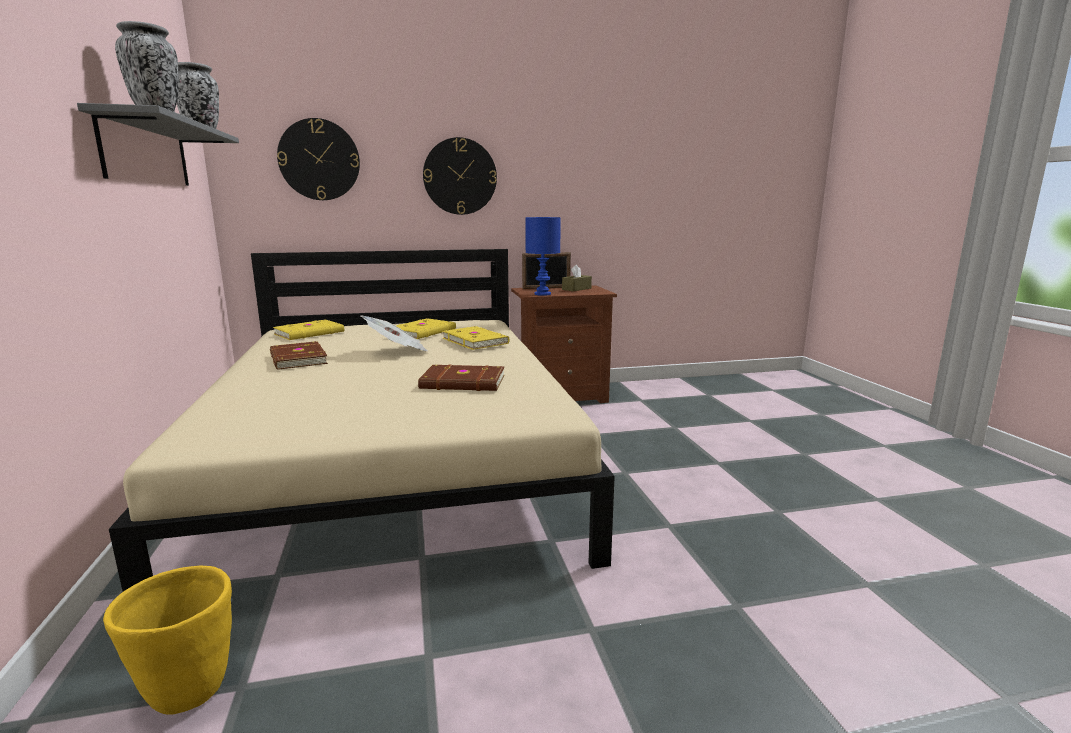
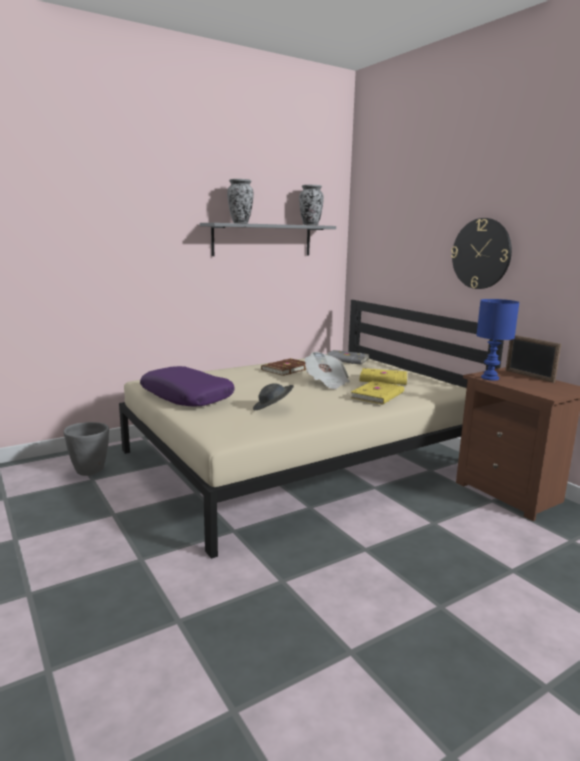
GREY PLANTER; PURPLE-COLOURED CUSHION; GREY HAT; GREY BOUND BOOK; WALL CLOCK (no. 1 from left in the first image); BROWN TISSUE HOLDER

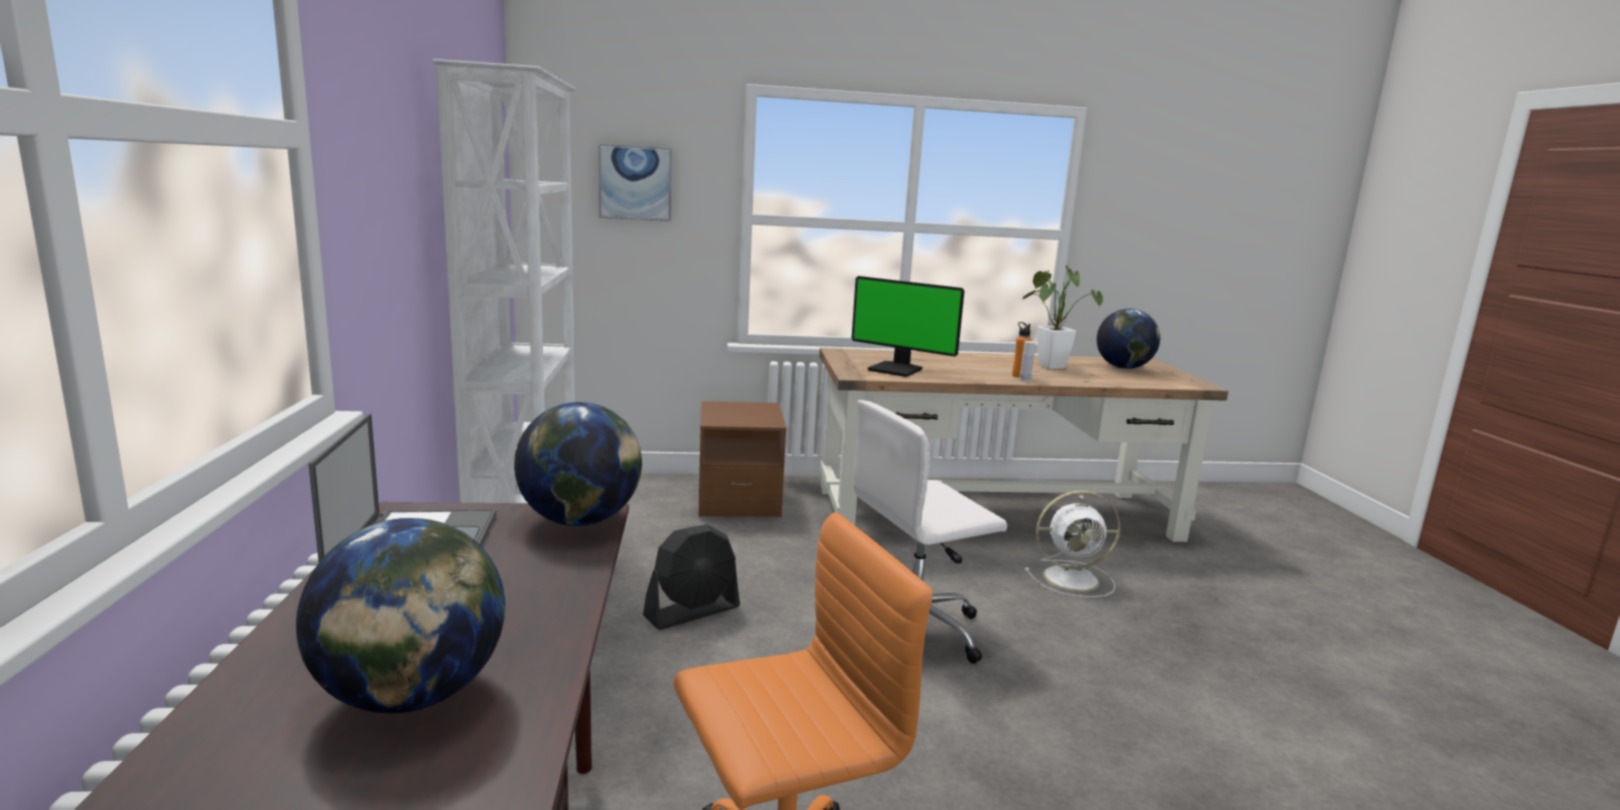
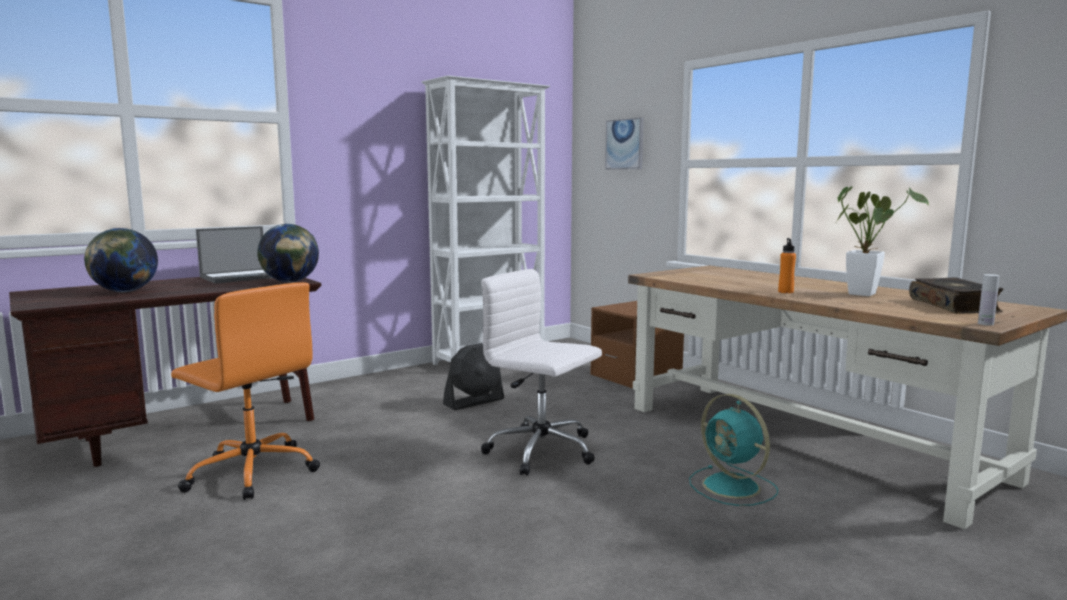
BLACKISH FAN; TURQUOISE FAN; BOUND BOOK; WHITISH DRINK BOTTLE; COMPUTER DISPLAY

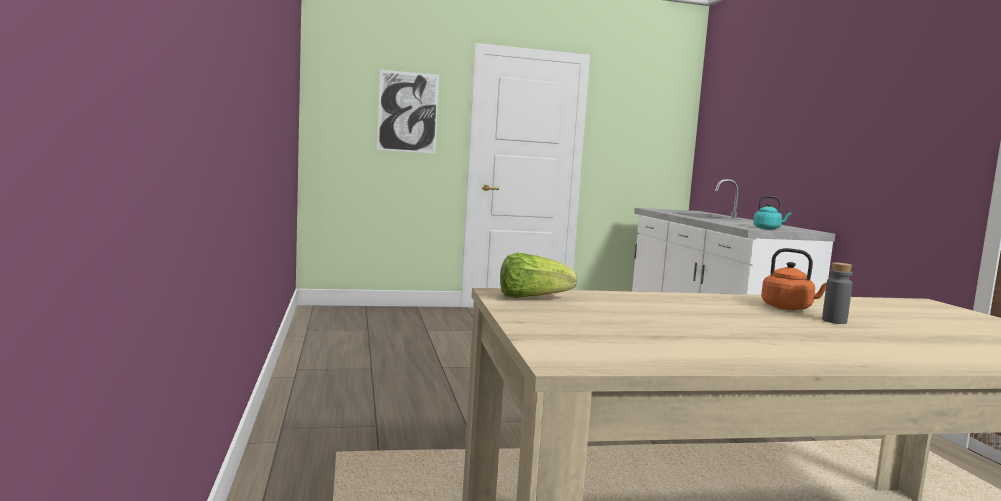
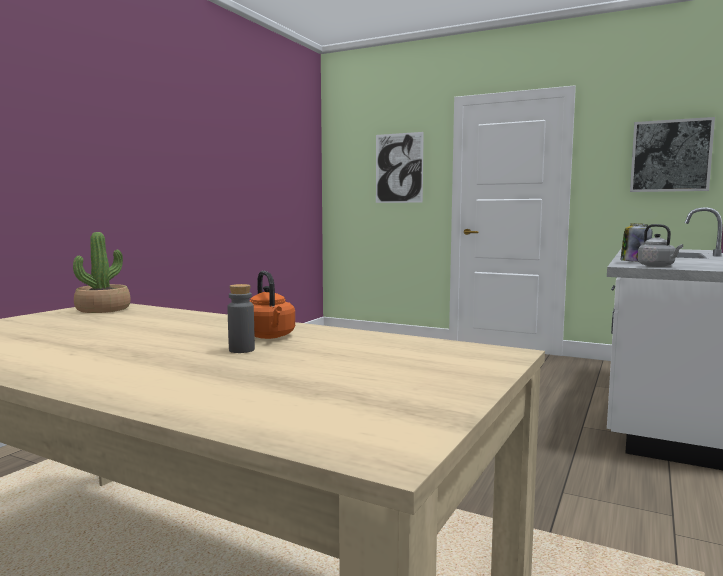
POTTED PLANT; PRESERVE JAR; WALL PICTURE (no. 2 from left); GREY KETTLE

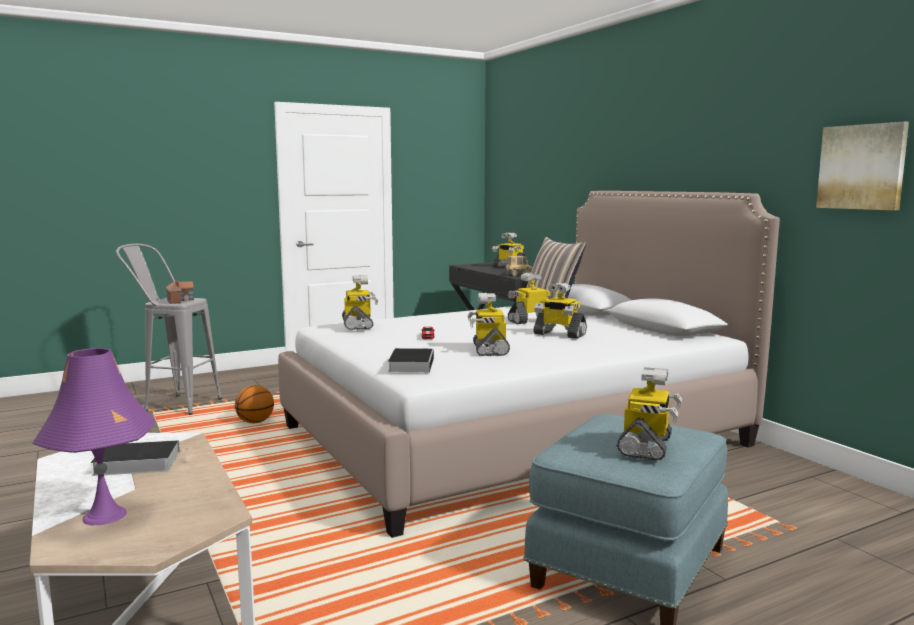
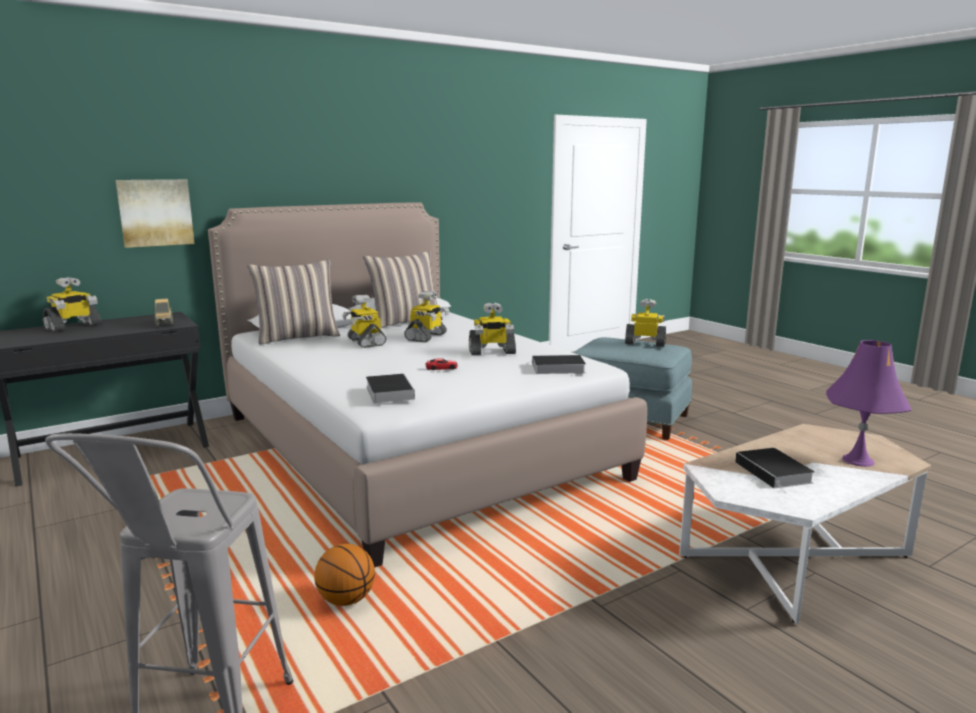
WALL PICTURE; CUSHION (no. 2 from left); BOUND BOOK (no. 1 from left); MODEL HOUSE

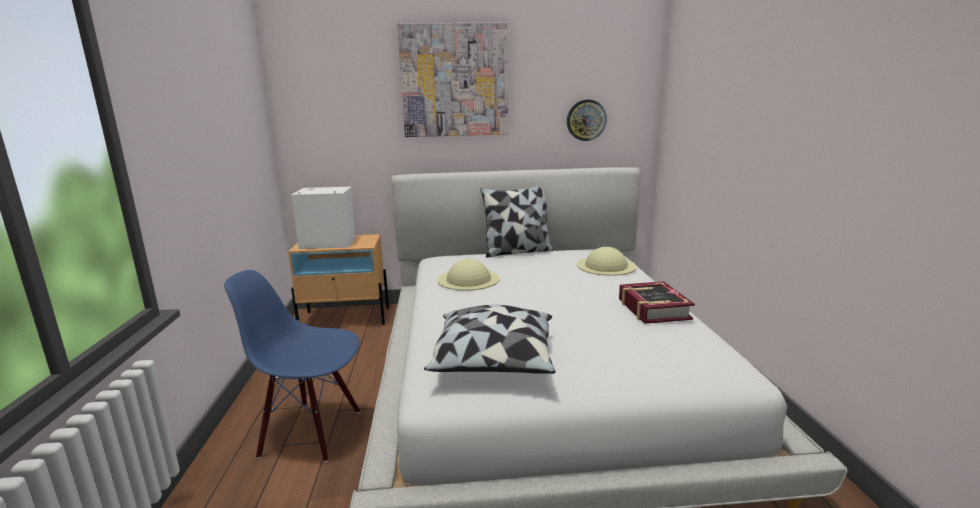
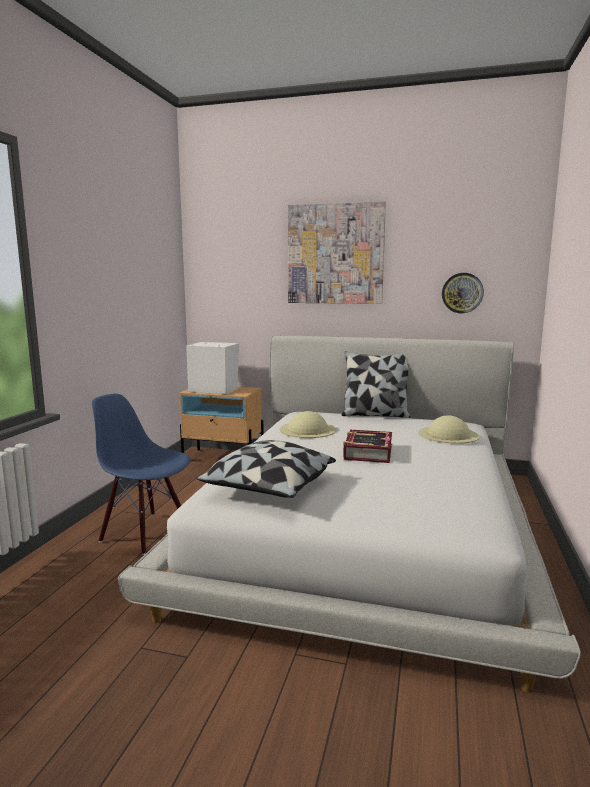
BOUND BOOK

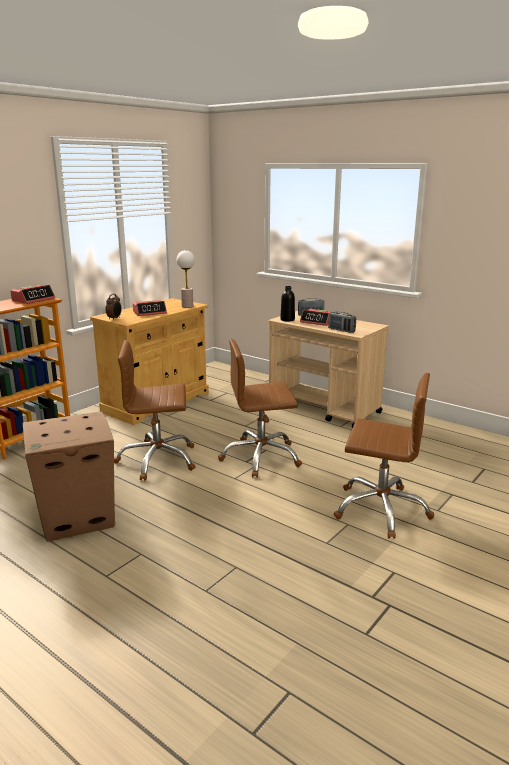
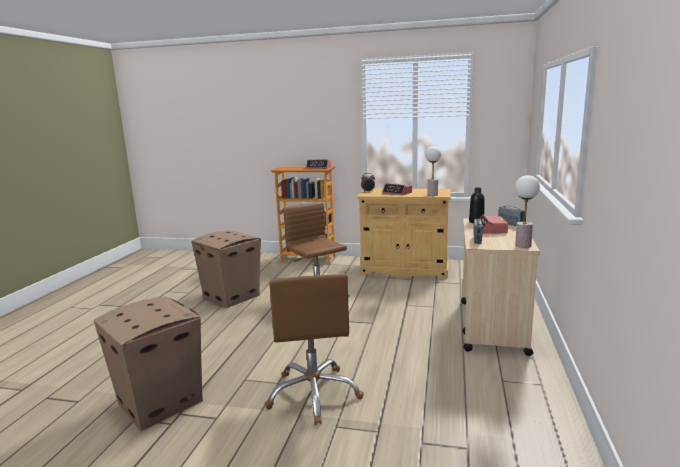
CARTON (no. 1 from left); TABLE LAMP (no. 2 from left); BROWN DESK CHAIR (no. 2 from left in the first image)

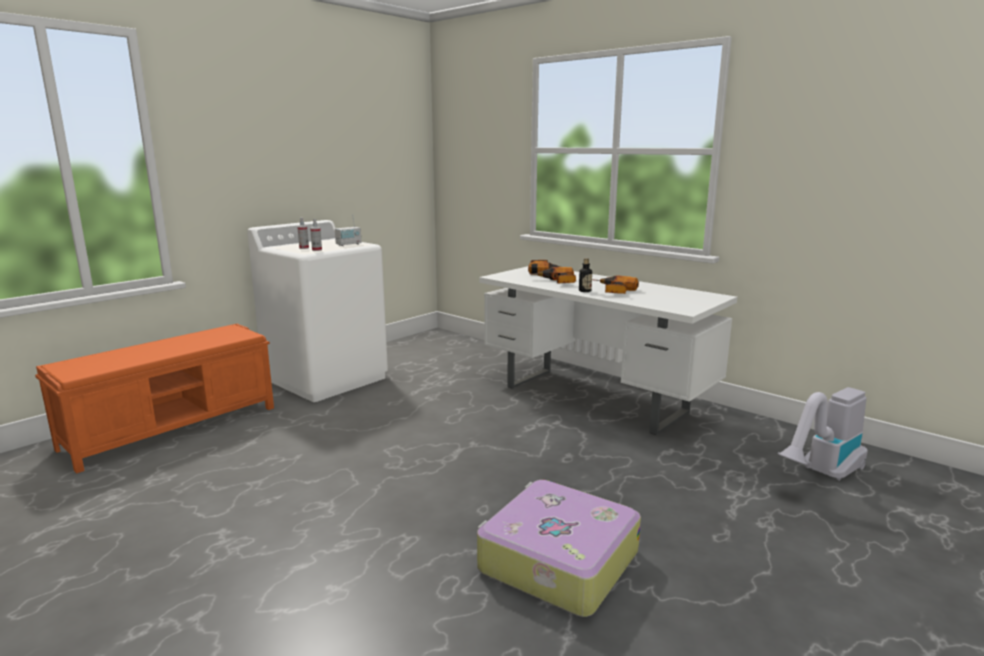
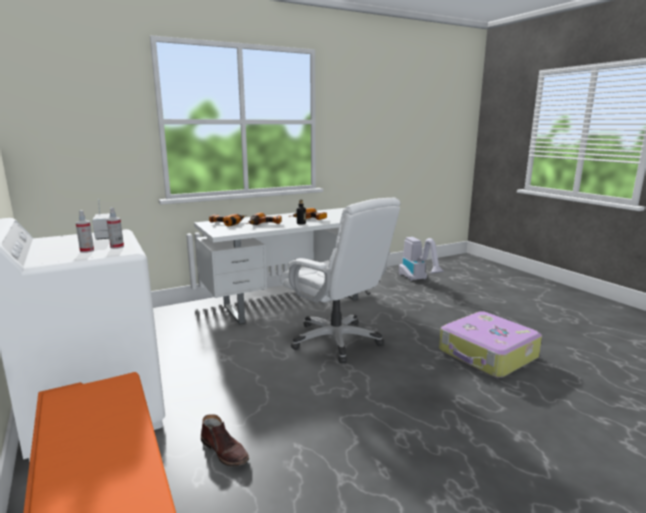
BROWN HIGH-TOP BOOT; WHITISH DESK CHAIR

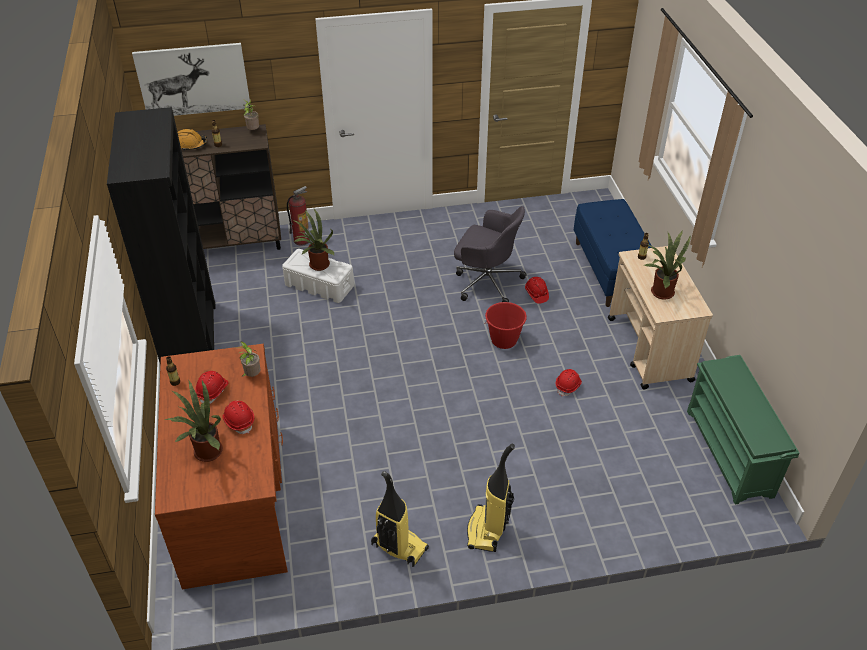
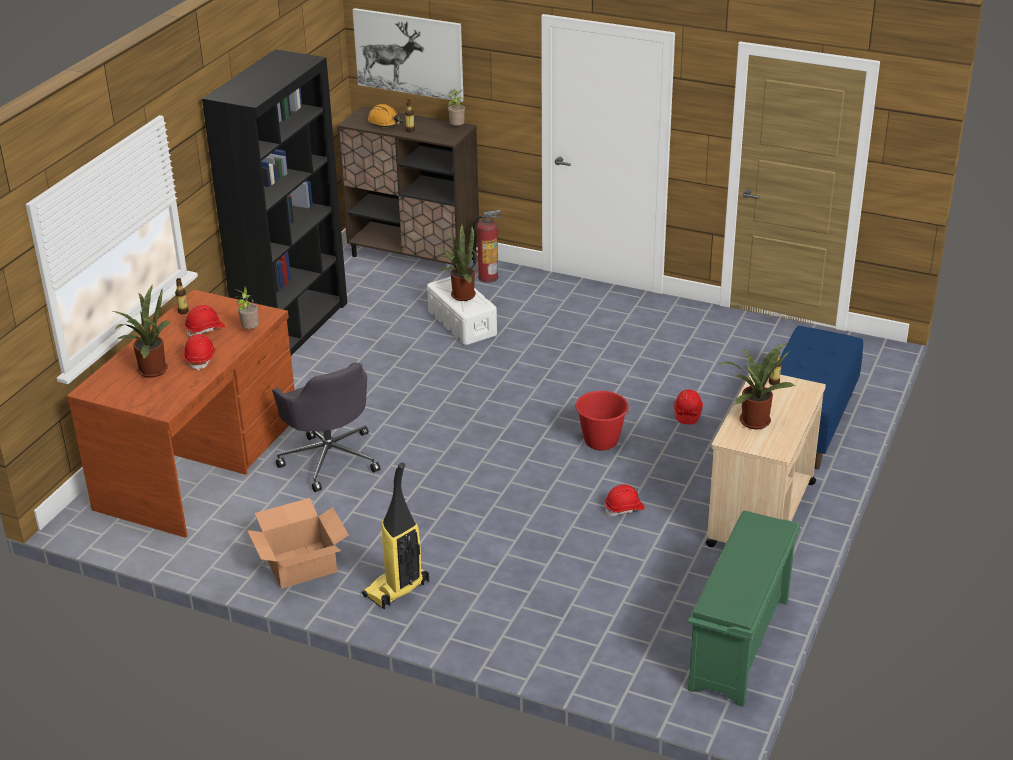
CARTON; GREY DESK CHAIR

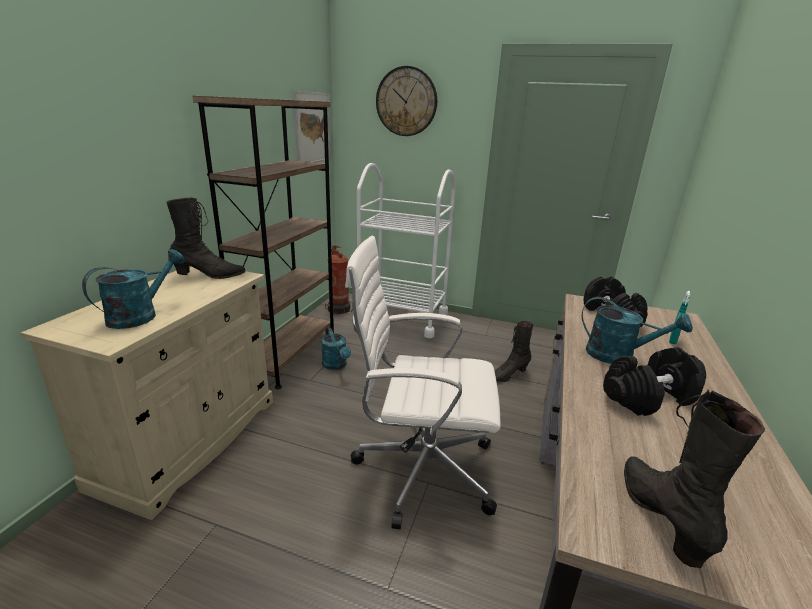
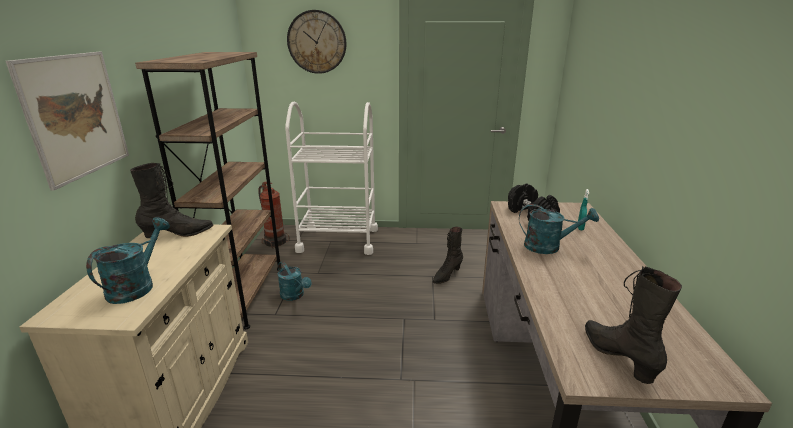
WALL PICTURE; WHITISH DESK CHAIR; BLACKISH HAND WEIGHT (no. 2 from left in the first image)

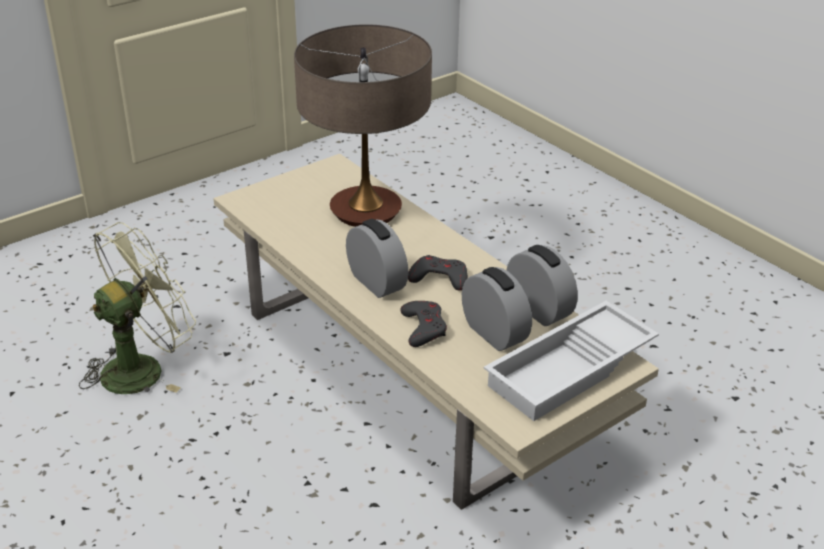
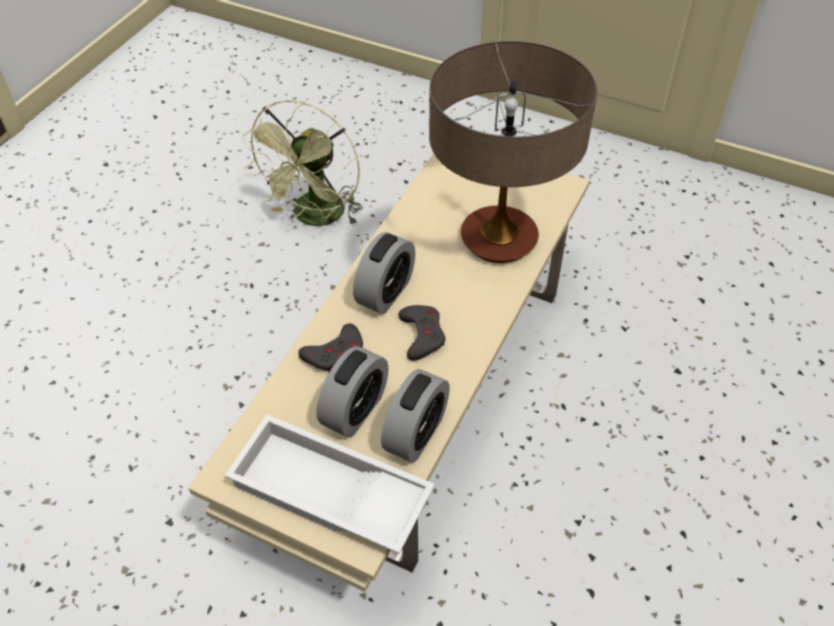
GREEN FAN

